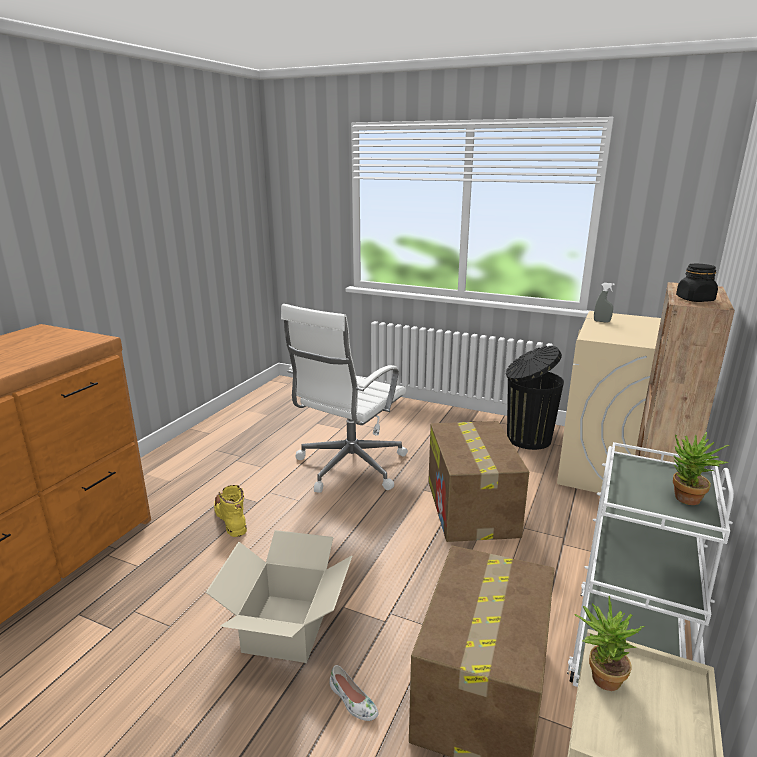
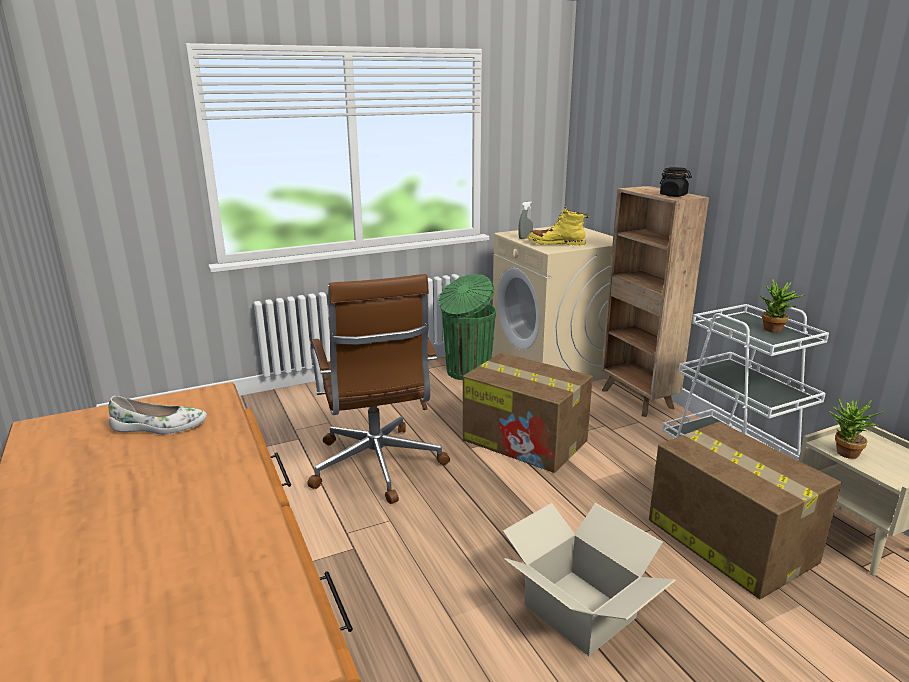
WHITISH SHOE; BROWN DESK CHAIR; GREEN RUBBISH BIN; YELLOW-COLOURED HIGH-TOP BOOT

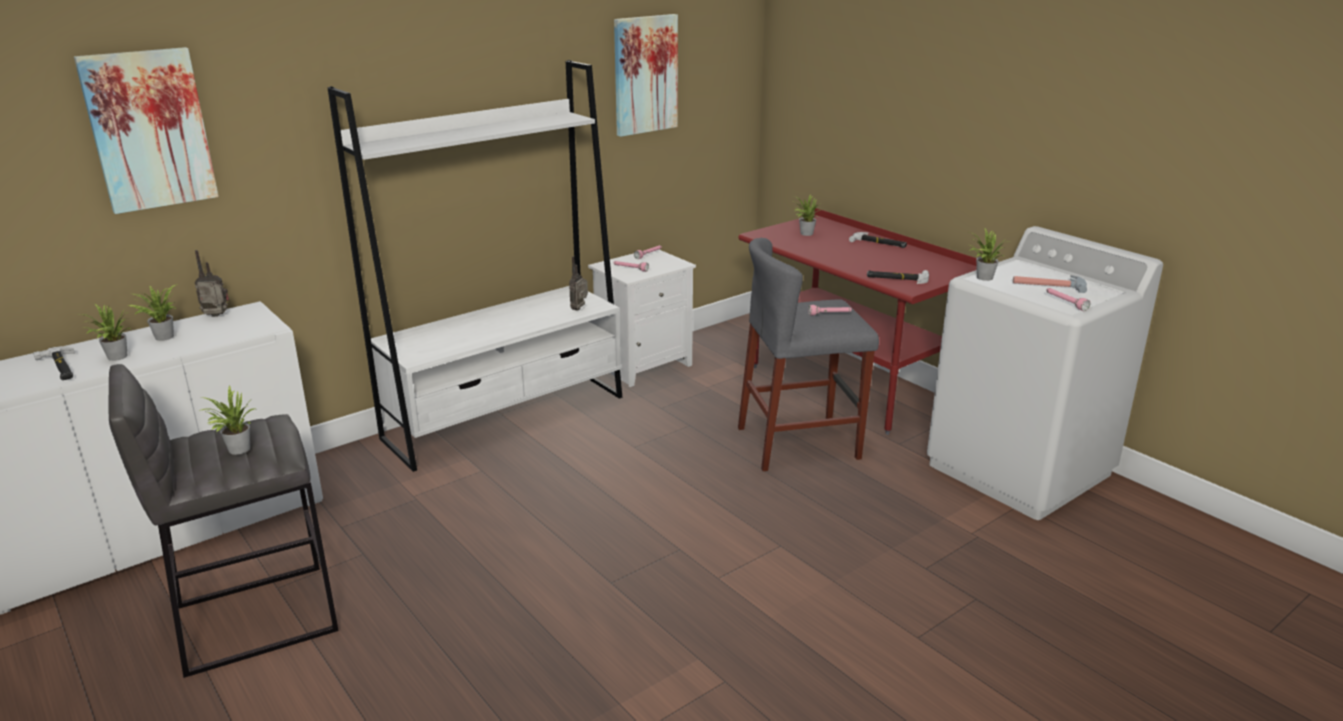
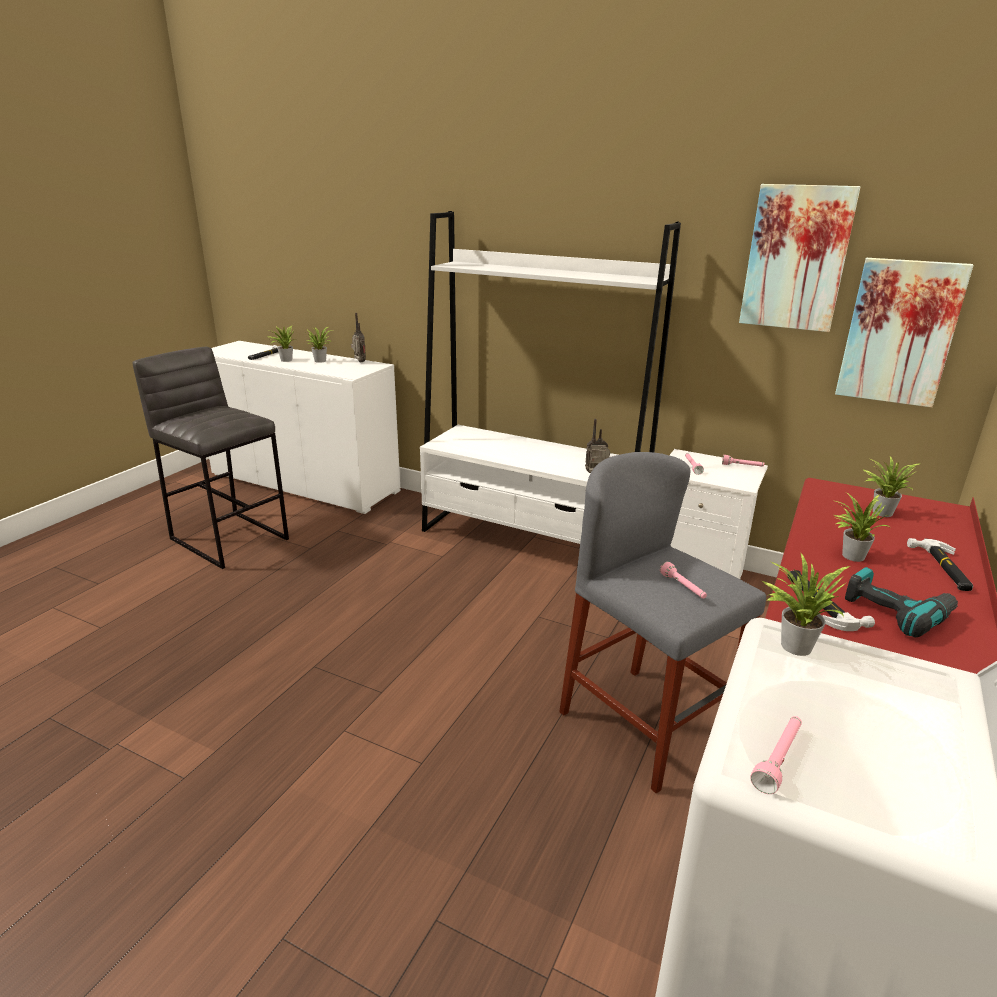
POTTED PLANT (no. 4 from left); WALL PICTURE (no. 2 from left); DRILL; TOOL HAMMER (no. 4 from left in the first image)

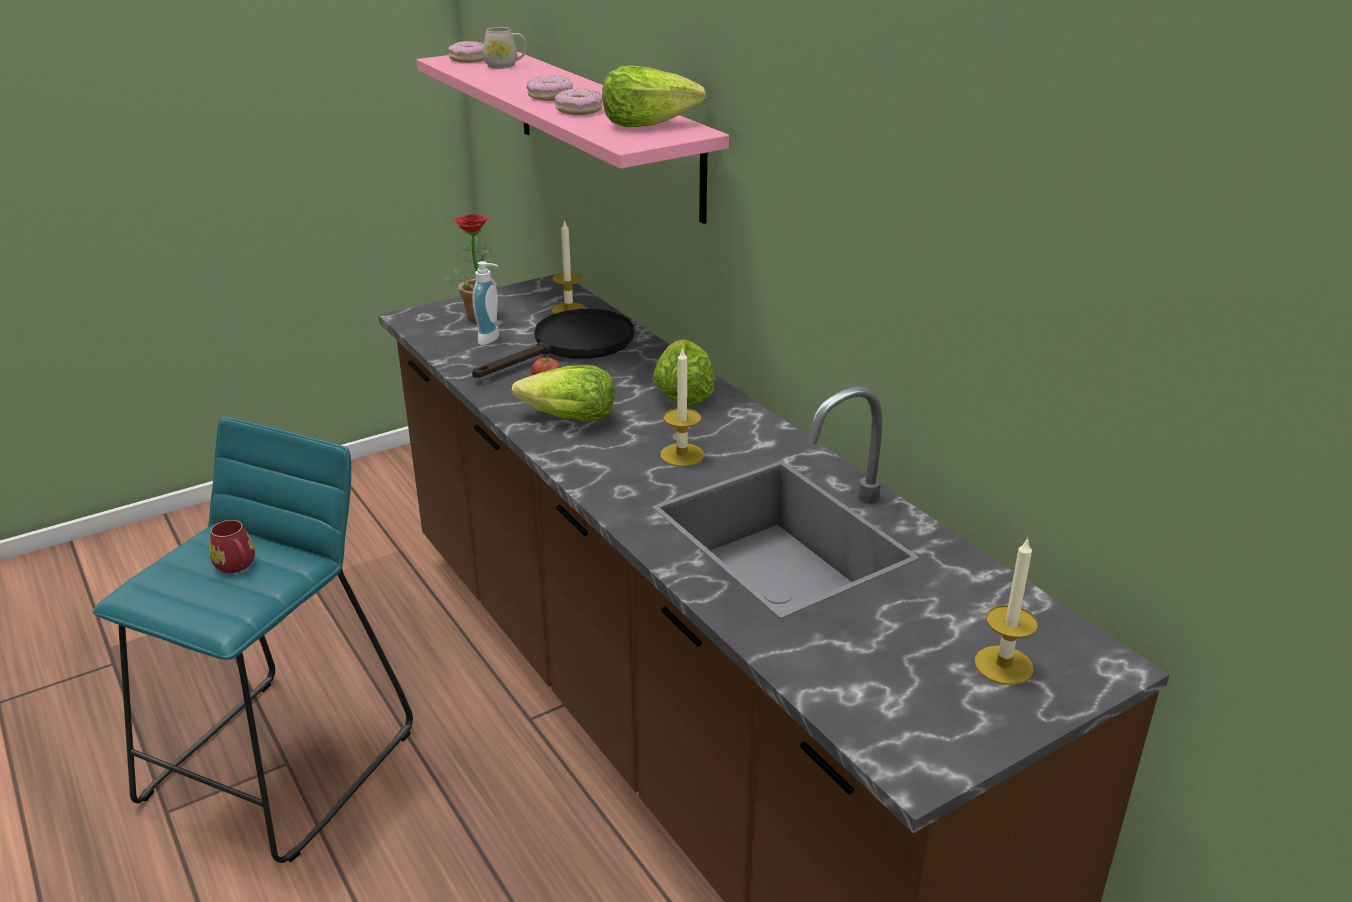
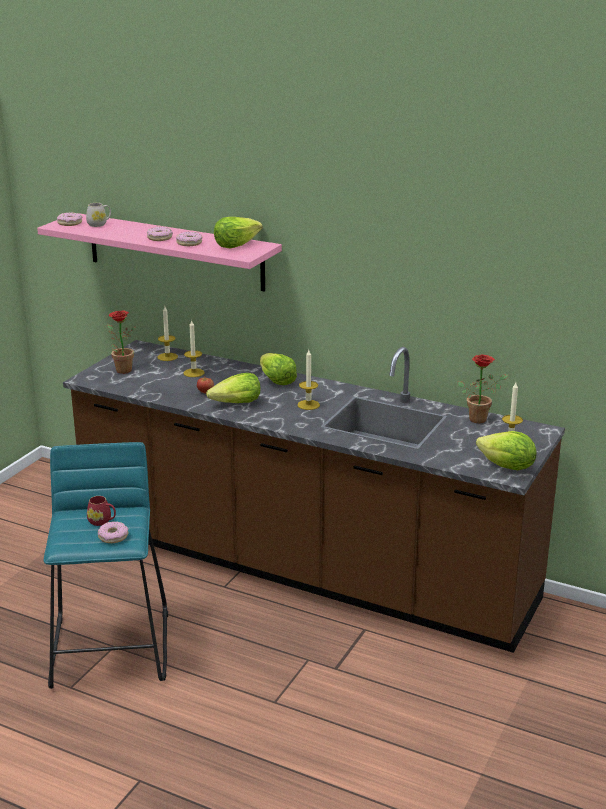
RING DOUGHNUT (no. 2 from left); WAX CANDLE (no. 2 from left); POTTED PLANT (no. 2 from left); LETTUCE (no. 4 from left); LIQUID SOAP BOTTLE

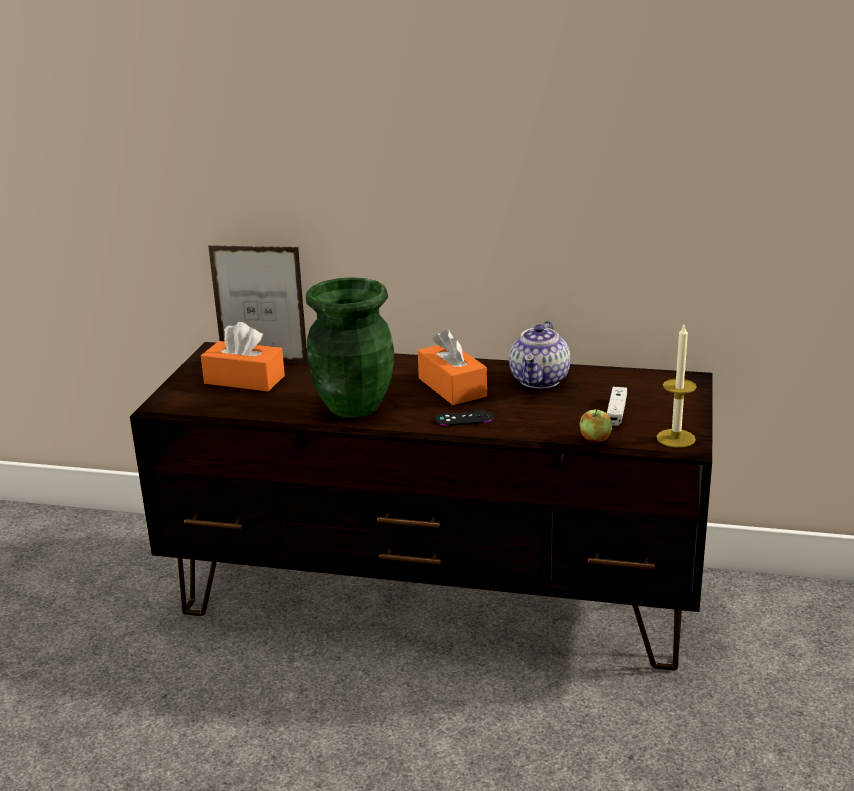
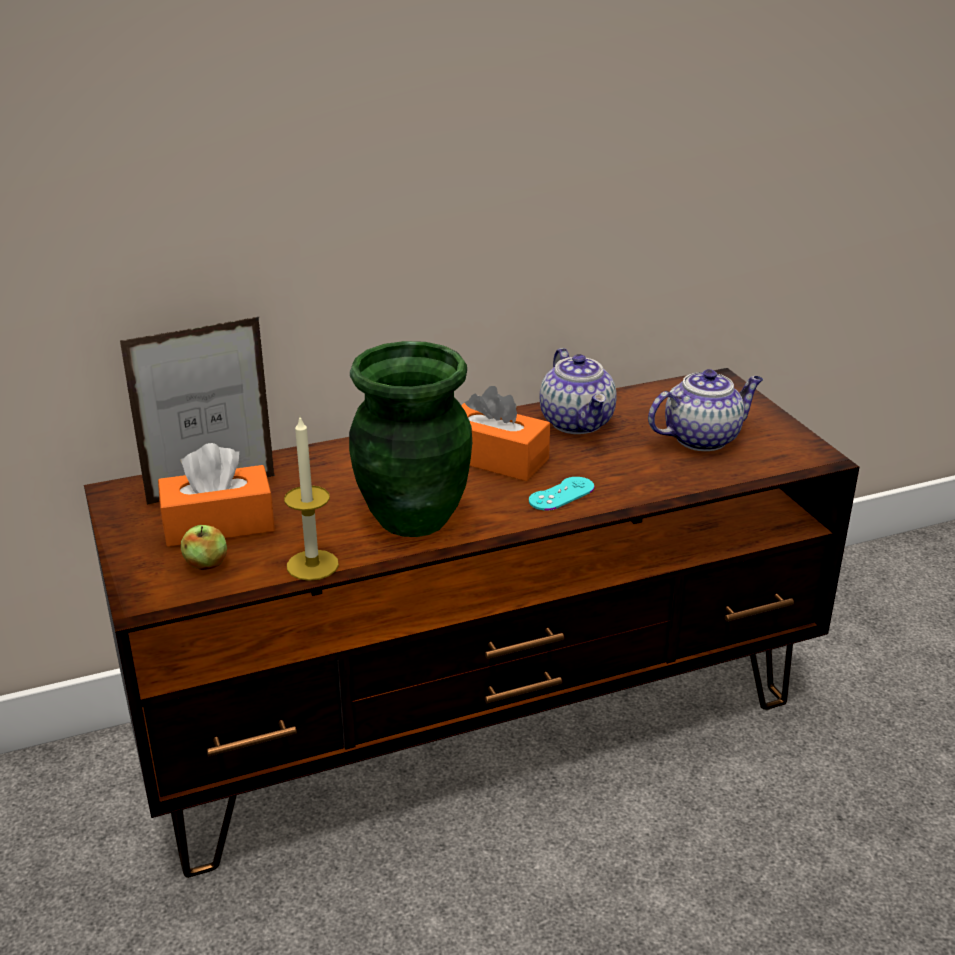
APPLE FRUIT; WAX CANDLE; TURQUOISE GAME CONTROLLER; POT FOR TEA (no. 2 from left)

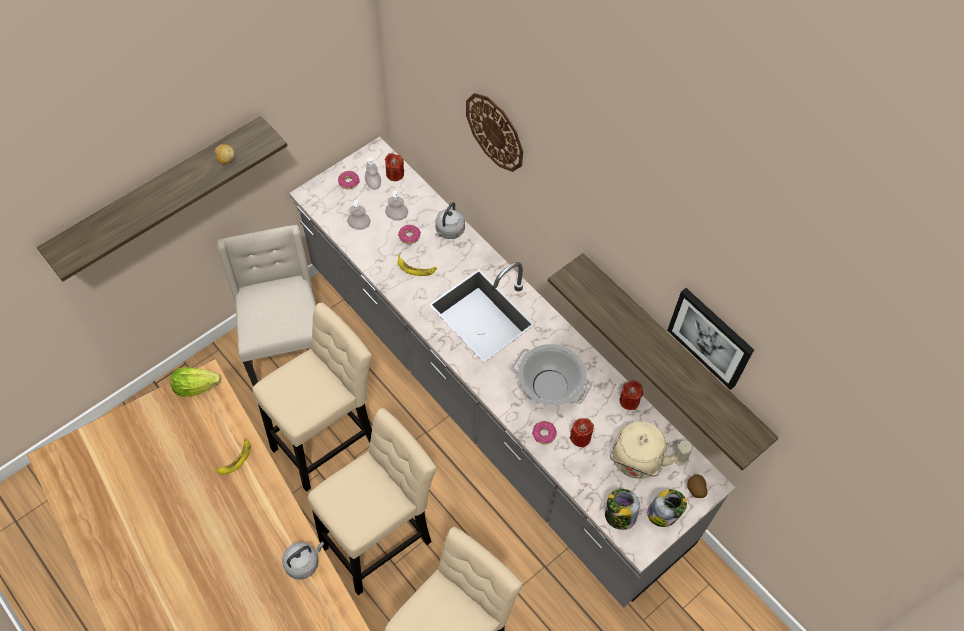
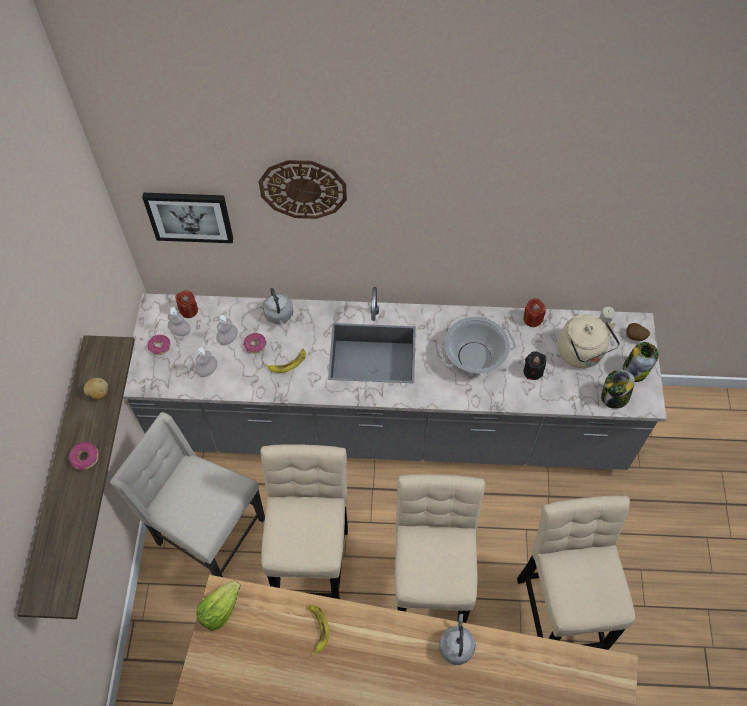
RING DOUGHNUT (no. 1 from left); WALL PICTURE; BLACKISH WAX CANDLE; BRACKET SHELF (no. 2 from left in the first image)

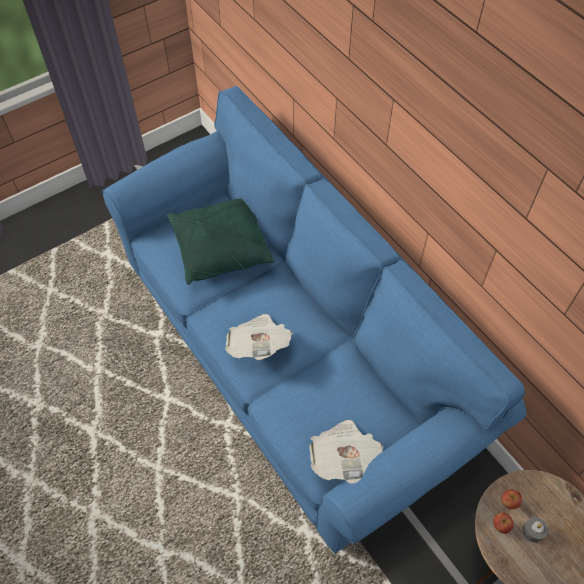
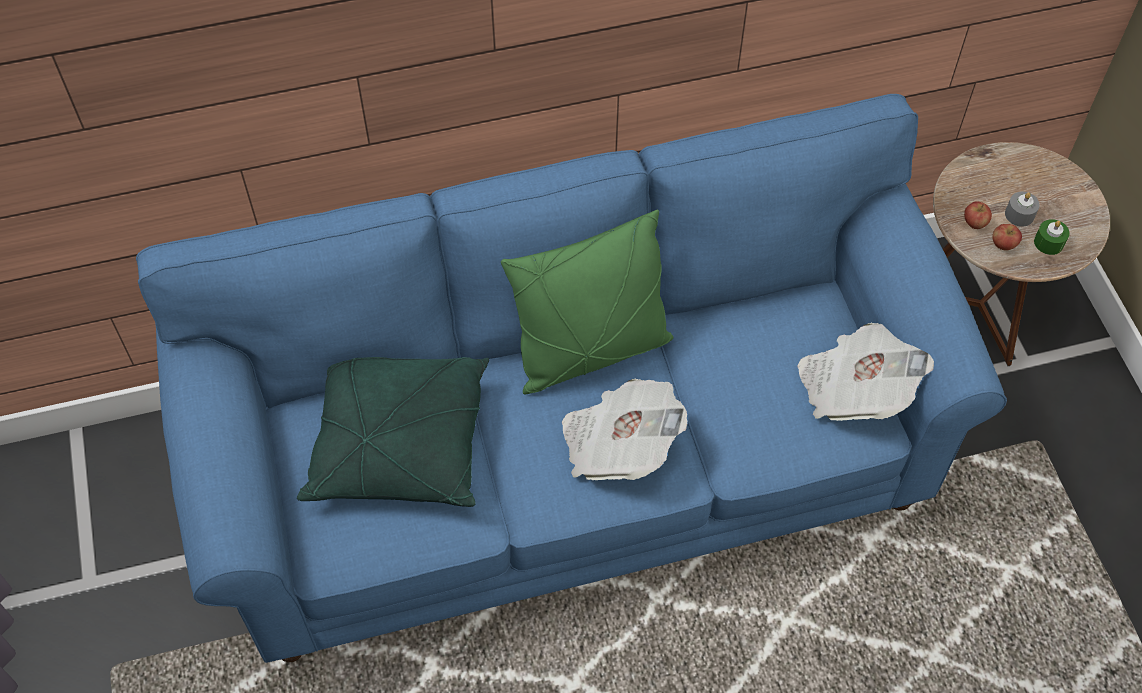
GREEN CUSHION (no. 2 from left); GREEN WAX CANDLE

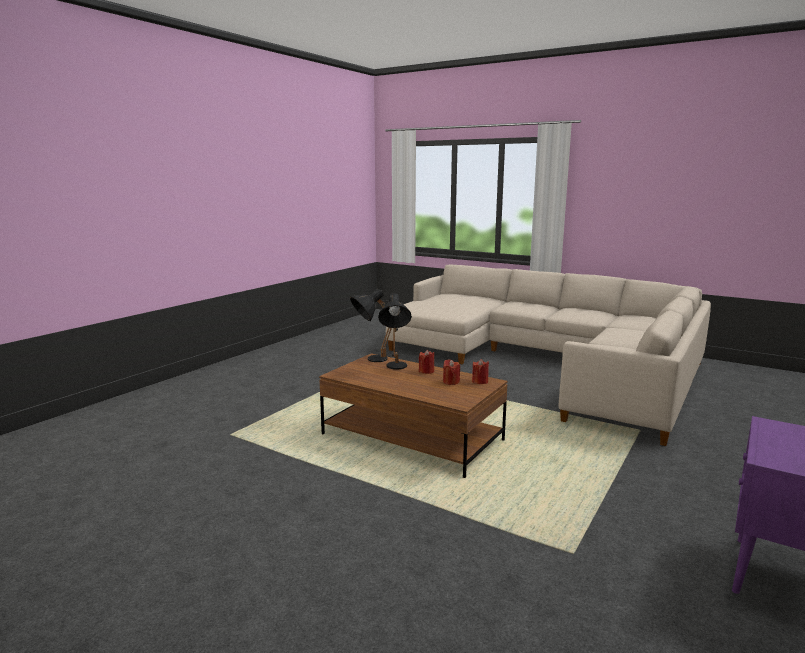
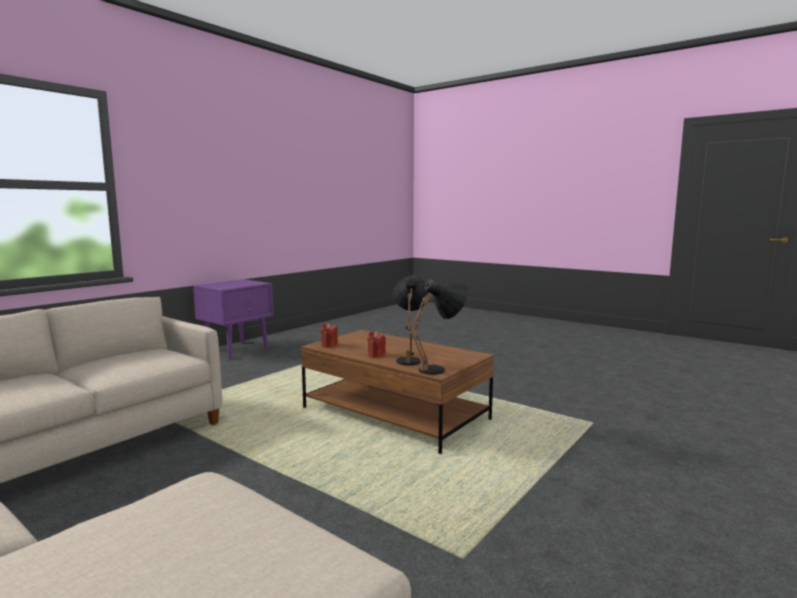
REDDISH WAX CANDLE (no. 2 from left in the first image)

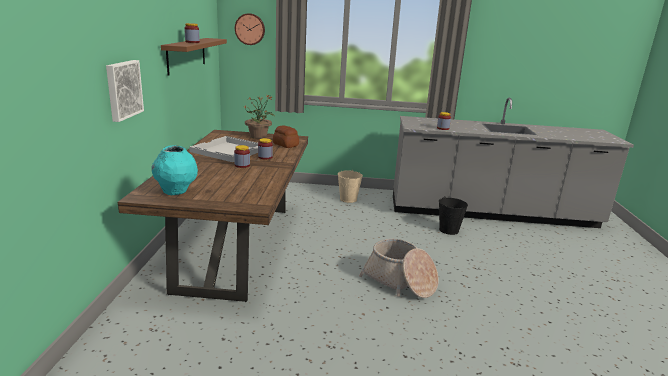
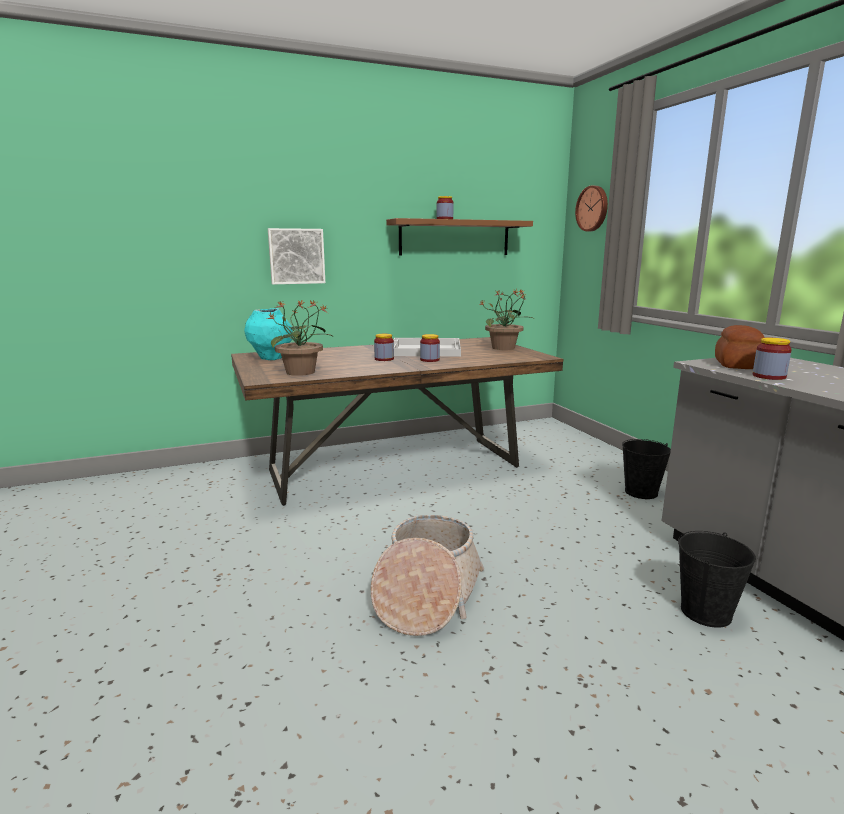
POTTED PLANT (no. 1 from left); BLACKISH PAIL (no. 1 from left); BAKED BREAD

